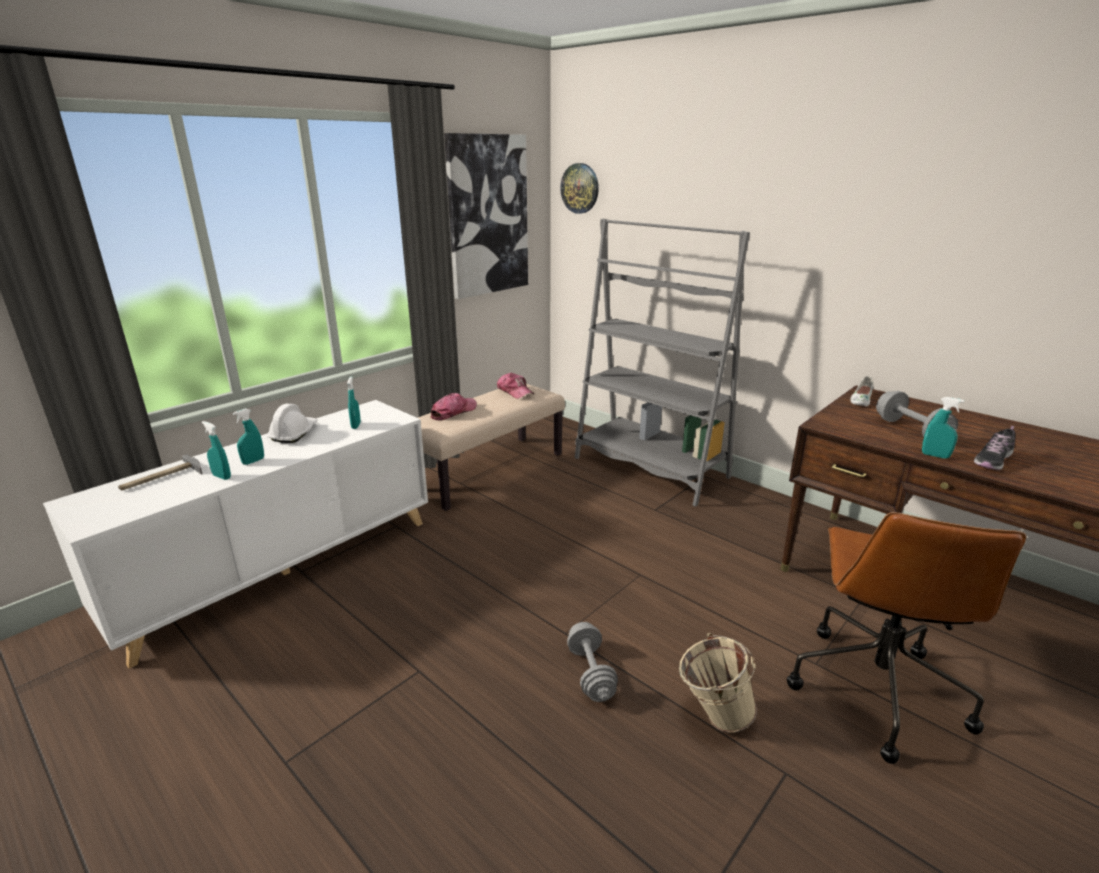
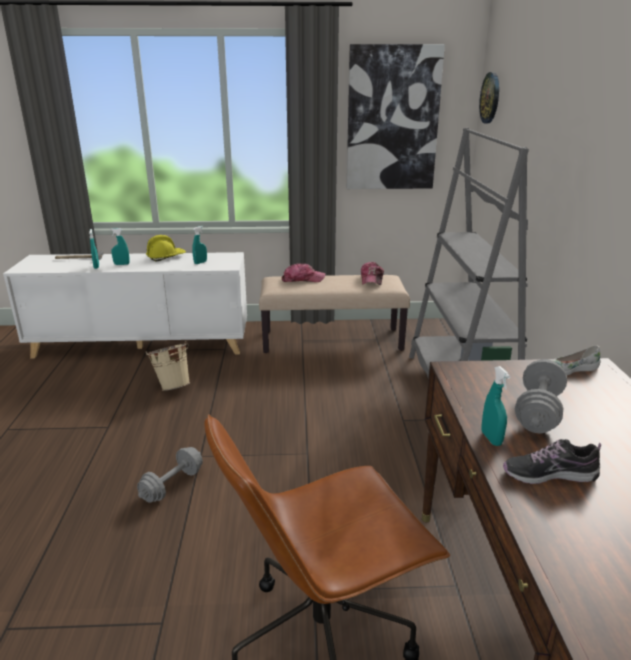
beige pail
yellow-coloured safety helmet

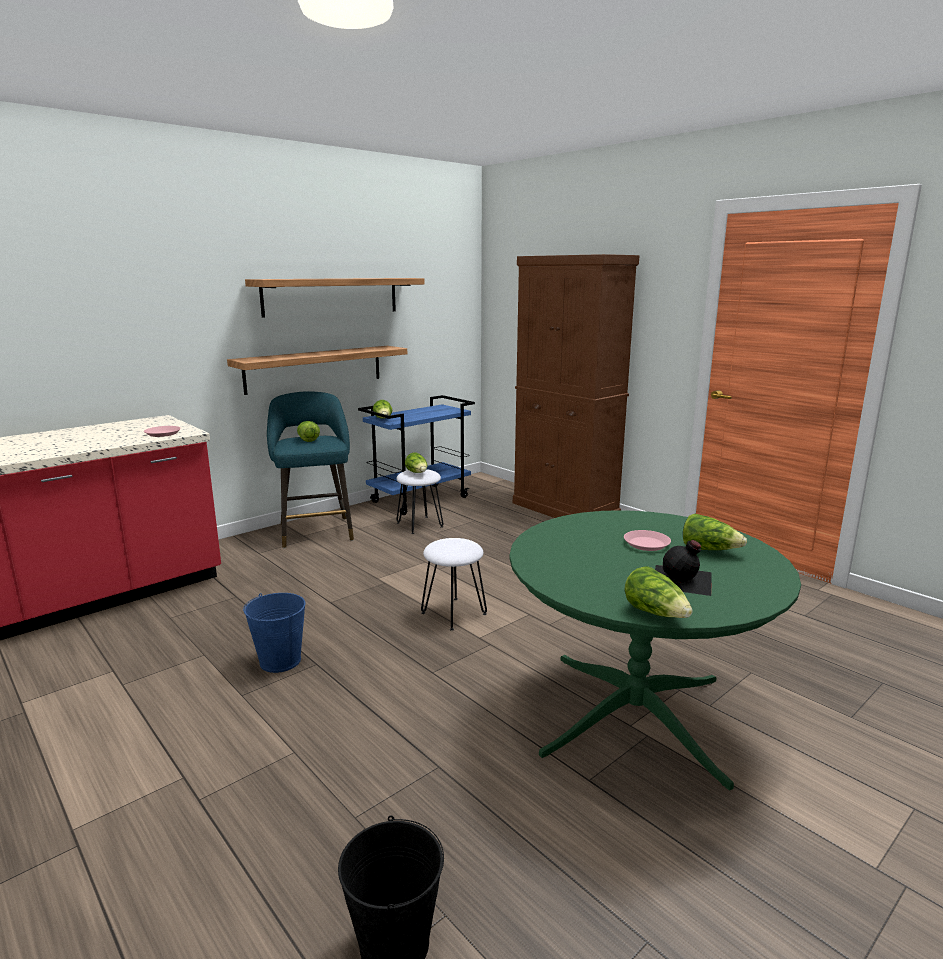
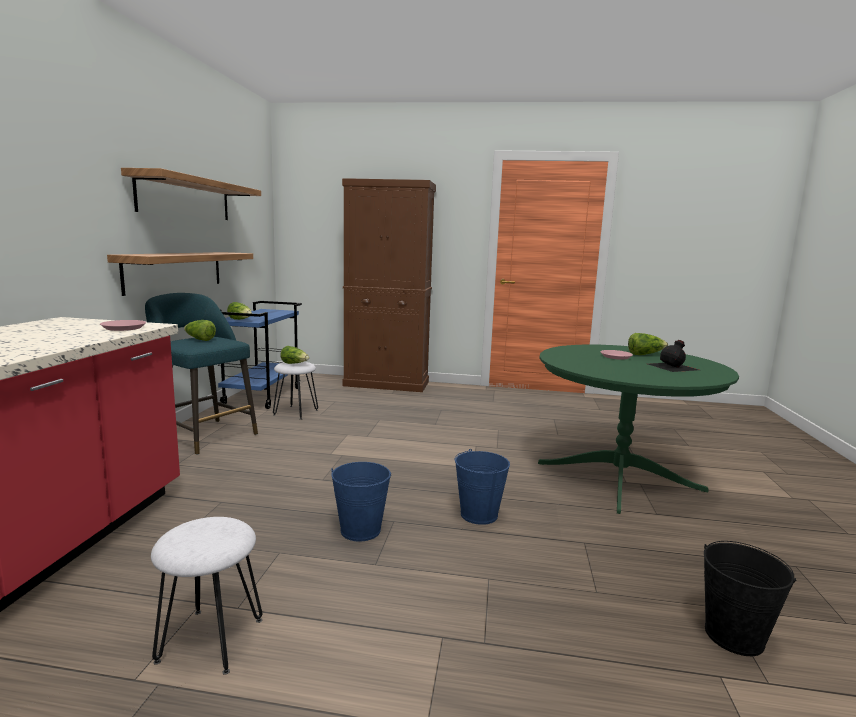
lettuce (4th from left in the first image)
bluish pail (2nd from left)
white stool seat (1st from left)

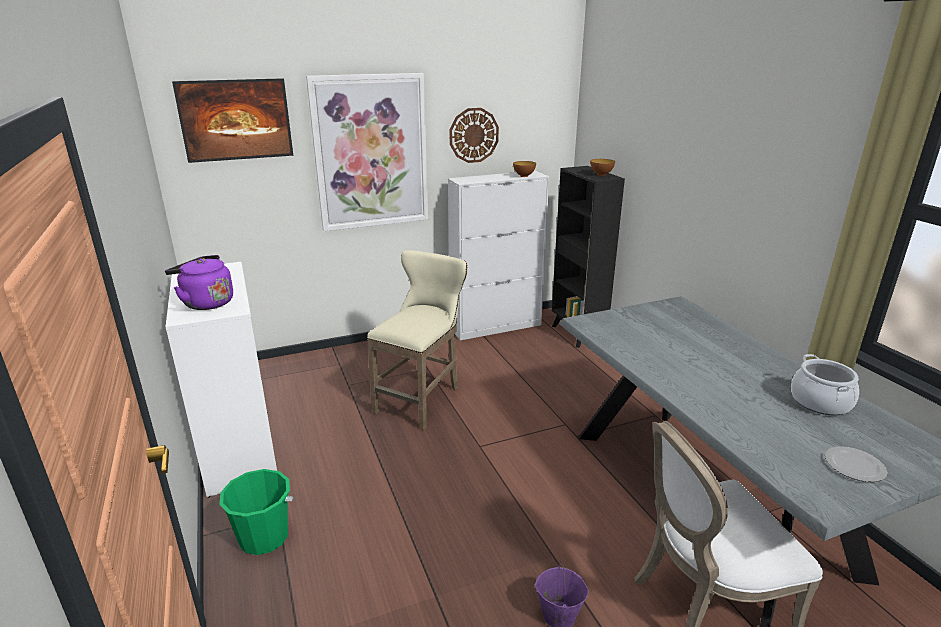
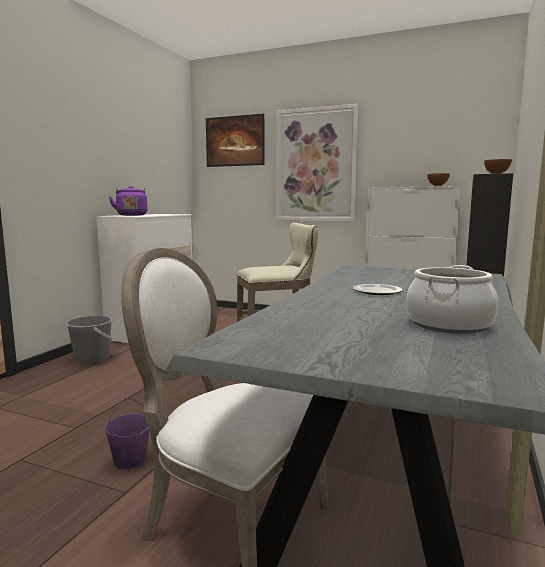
clock on the wall
plate
grey pail

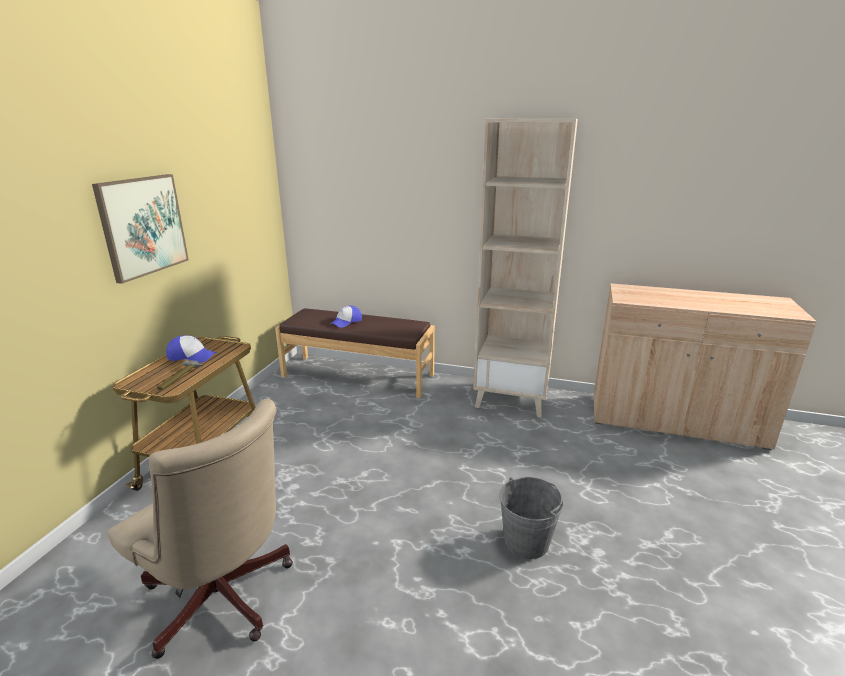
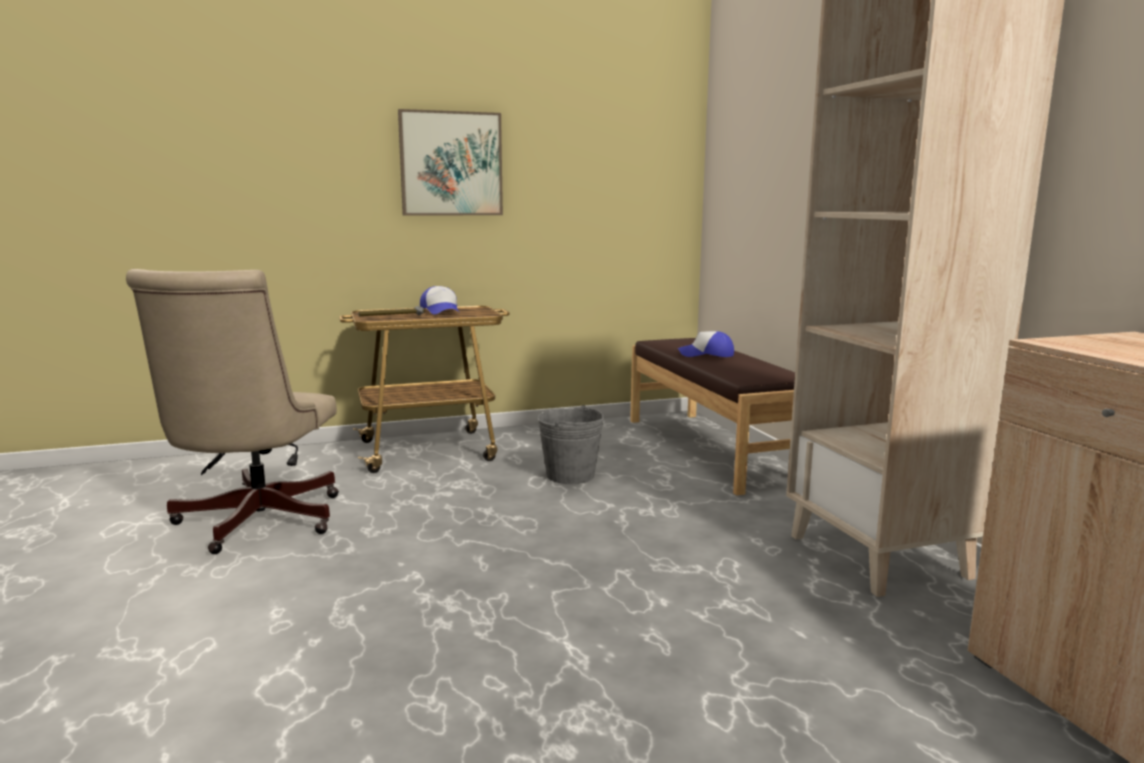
grey pail

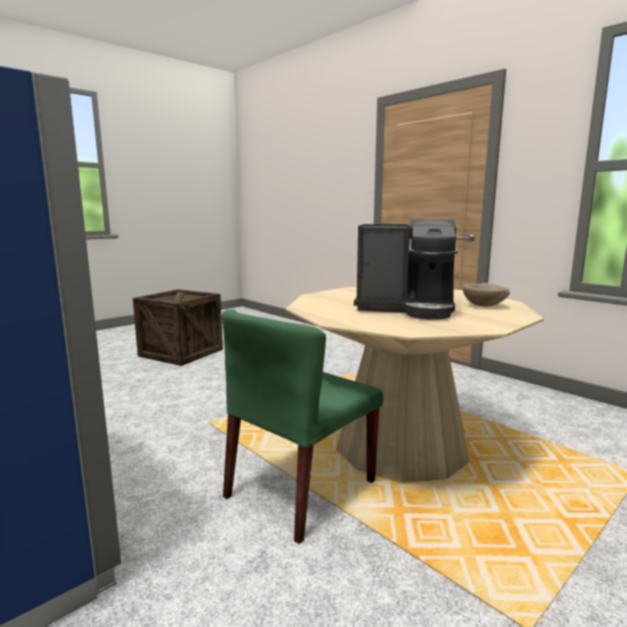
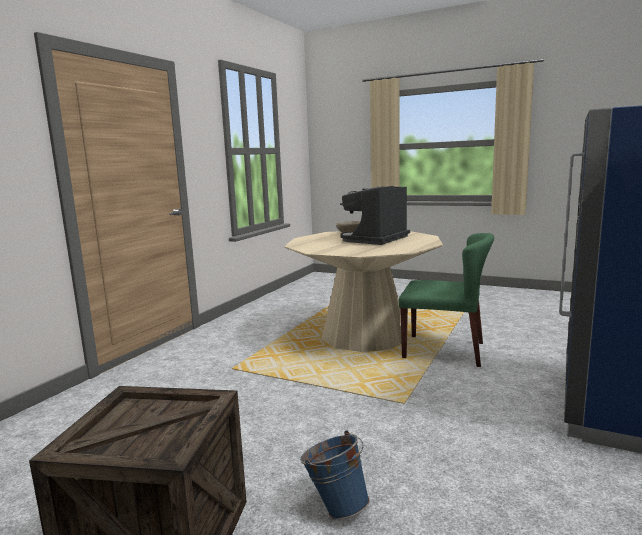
bluish pail
coffee brewer

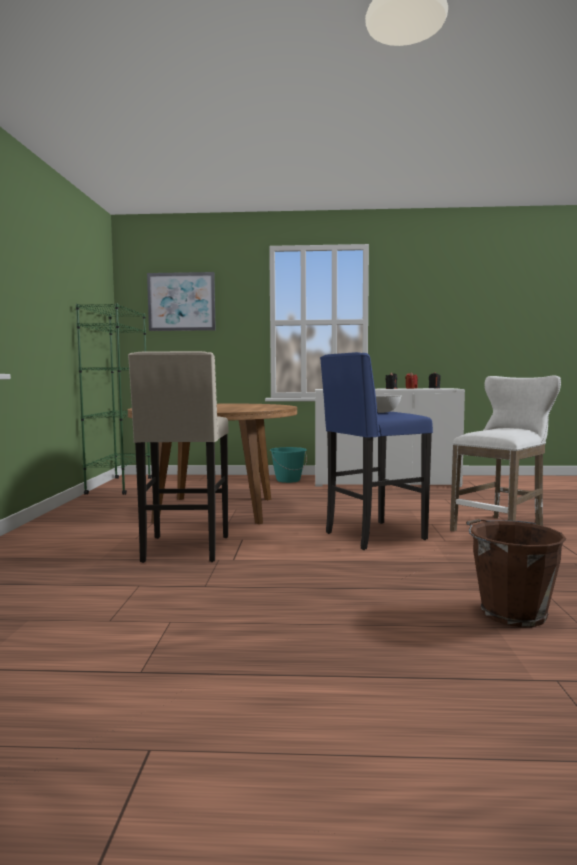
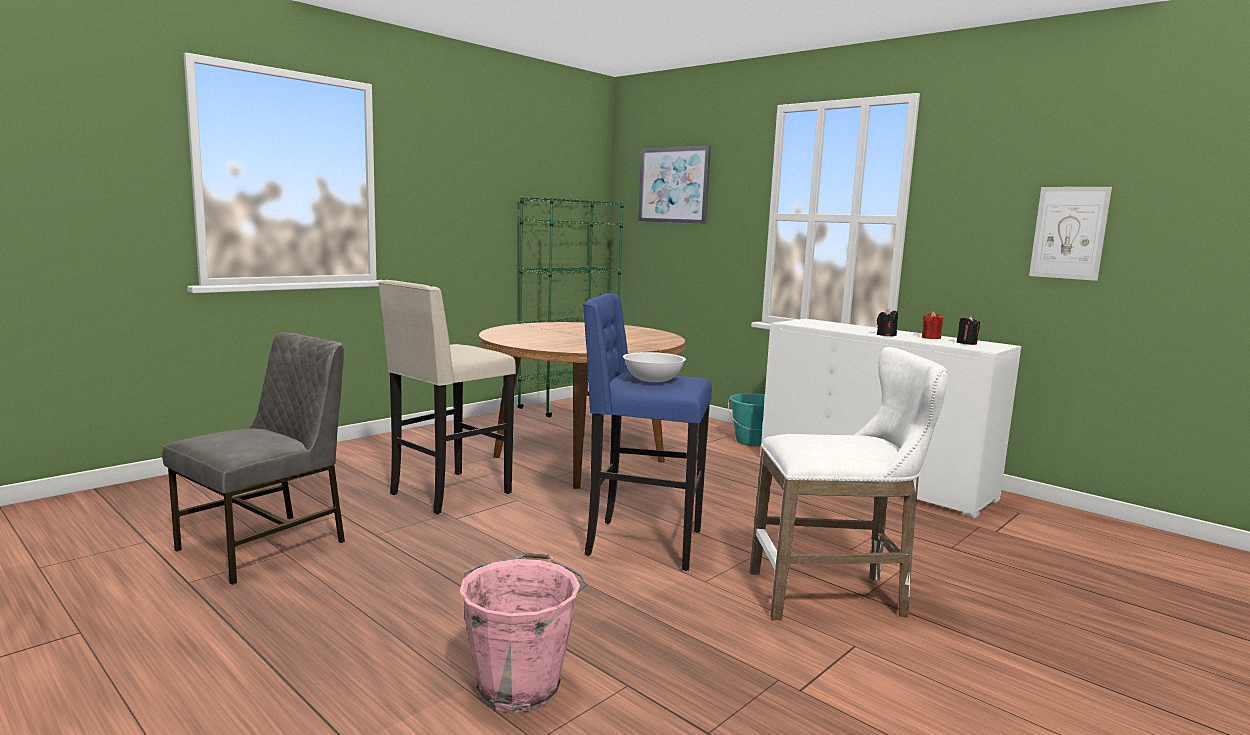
grey chair
wall art (2nd from left)
pink pail

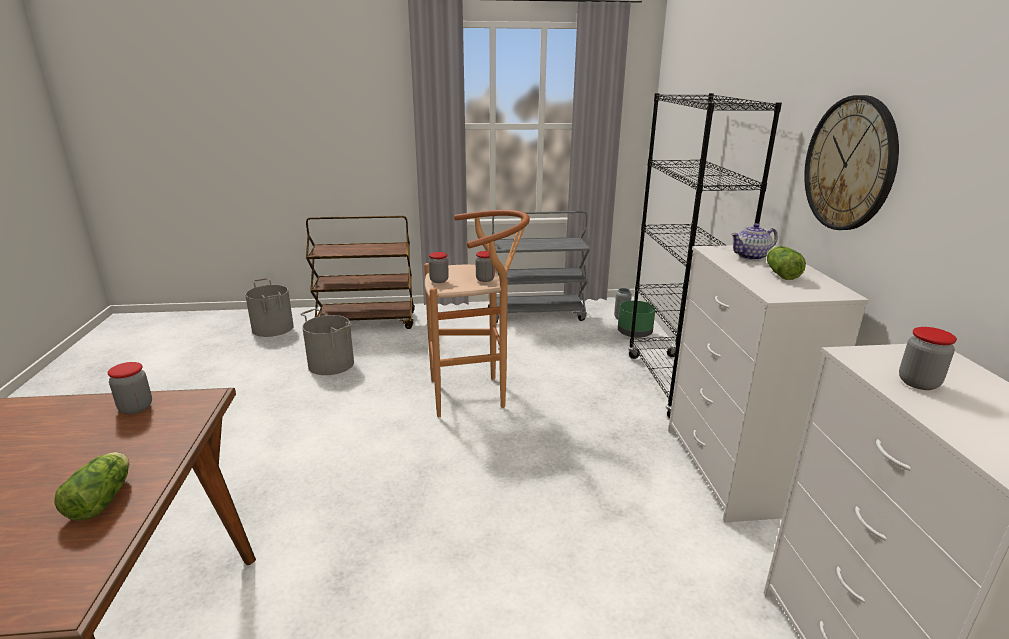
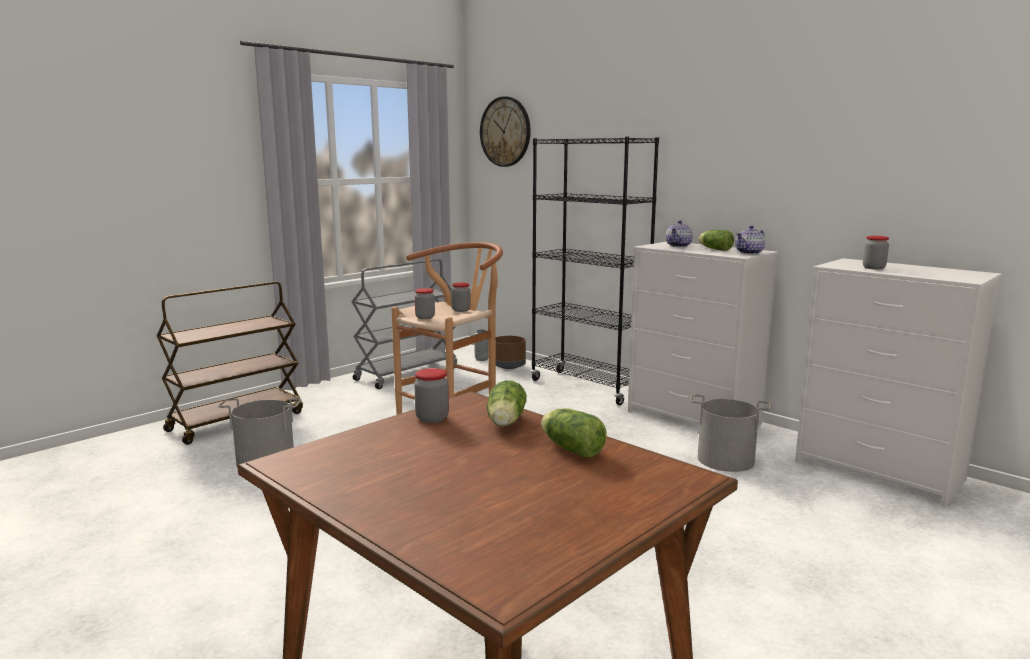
lettuce (1st from left)
tea pot (2nd from left)
grey pail (2nd from left)
clock on the wall
brown-coloured flower pot

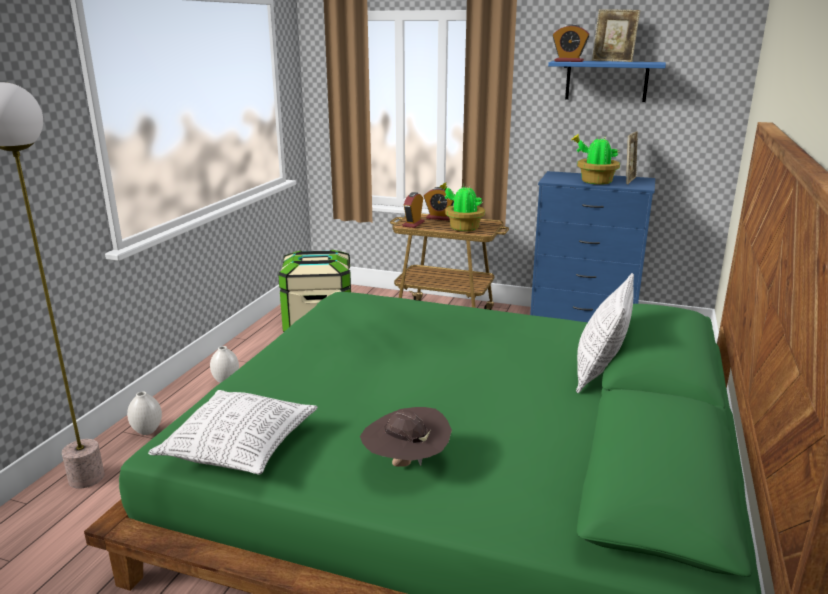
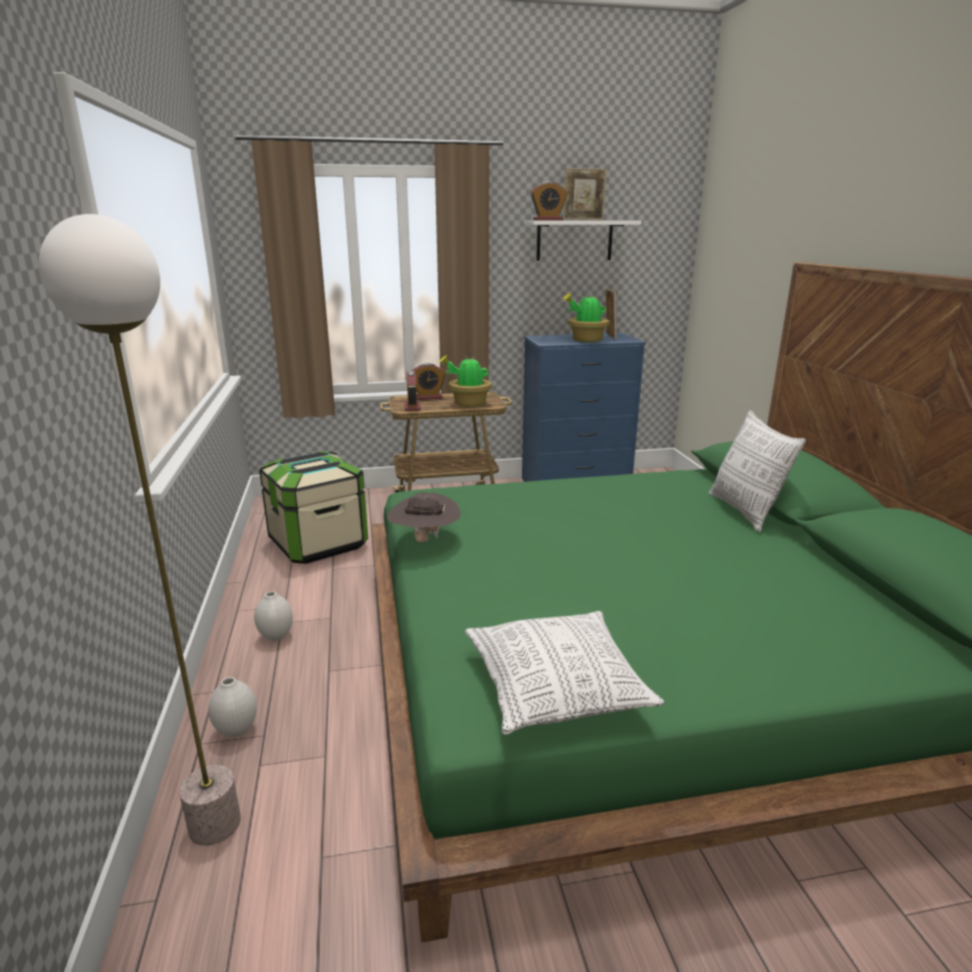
brown-coloured clothing hat
white shelf

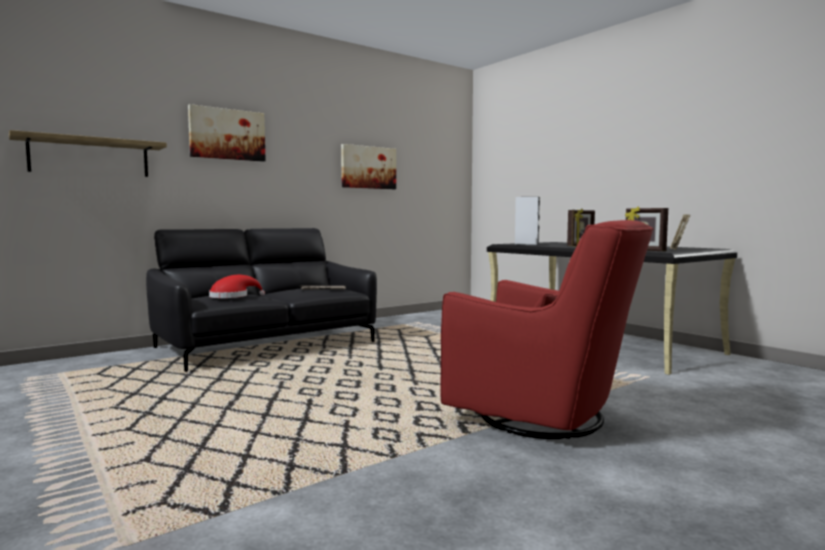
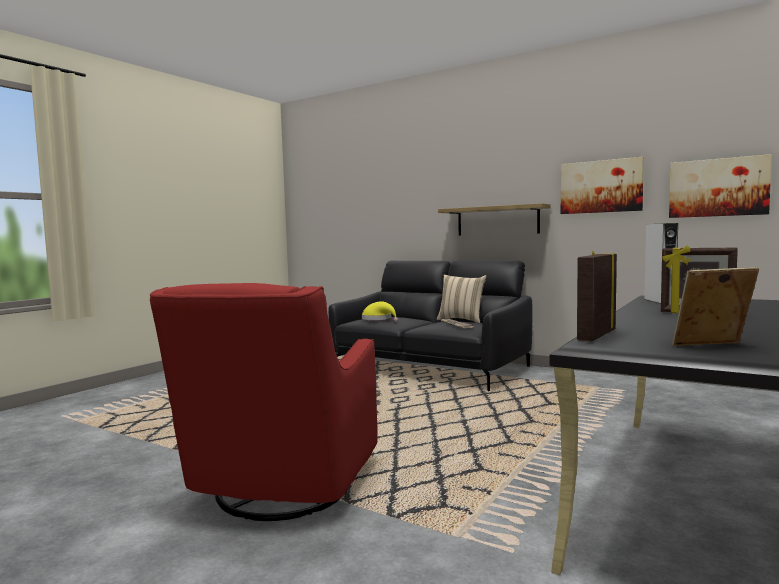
beige pillow
shelf
wall art (2nd from left)
yellow-coloured clothing hat

